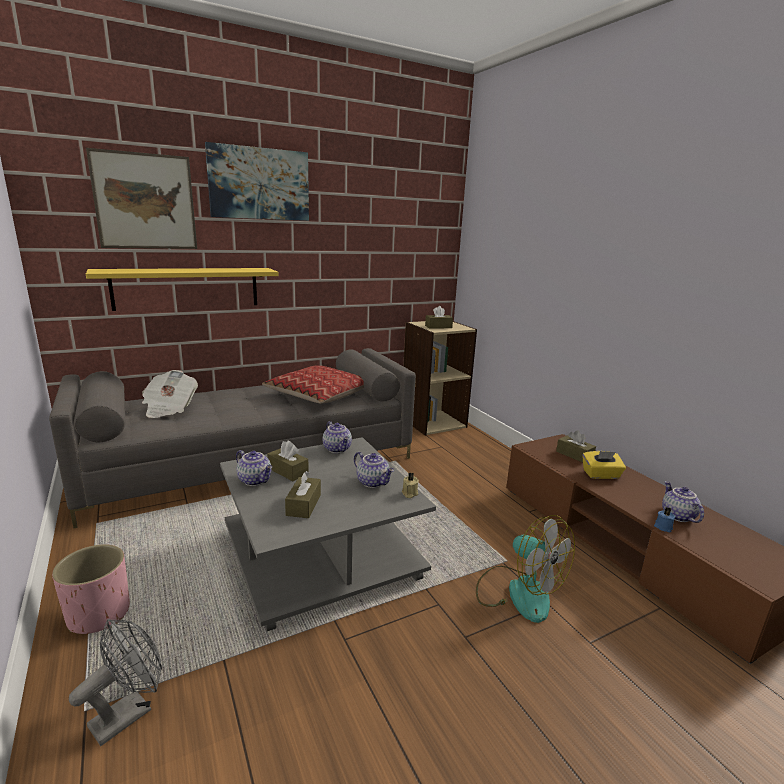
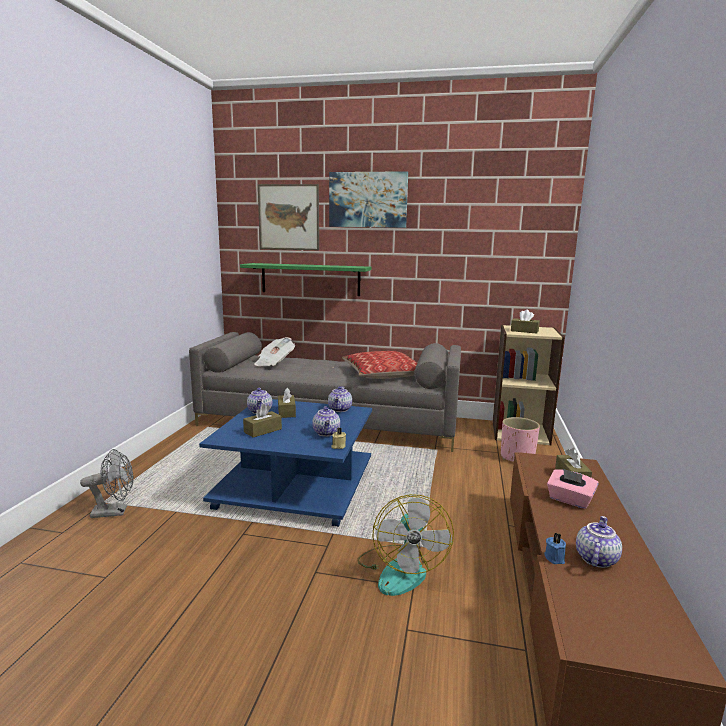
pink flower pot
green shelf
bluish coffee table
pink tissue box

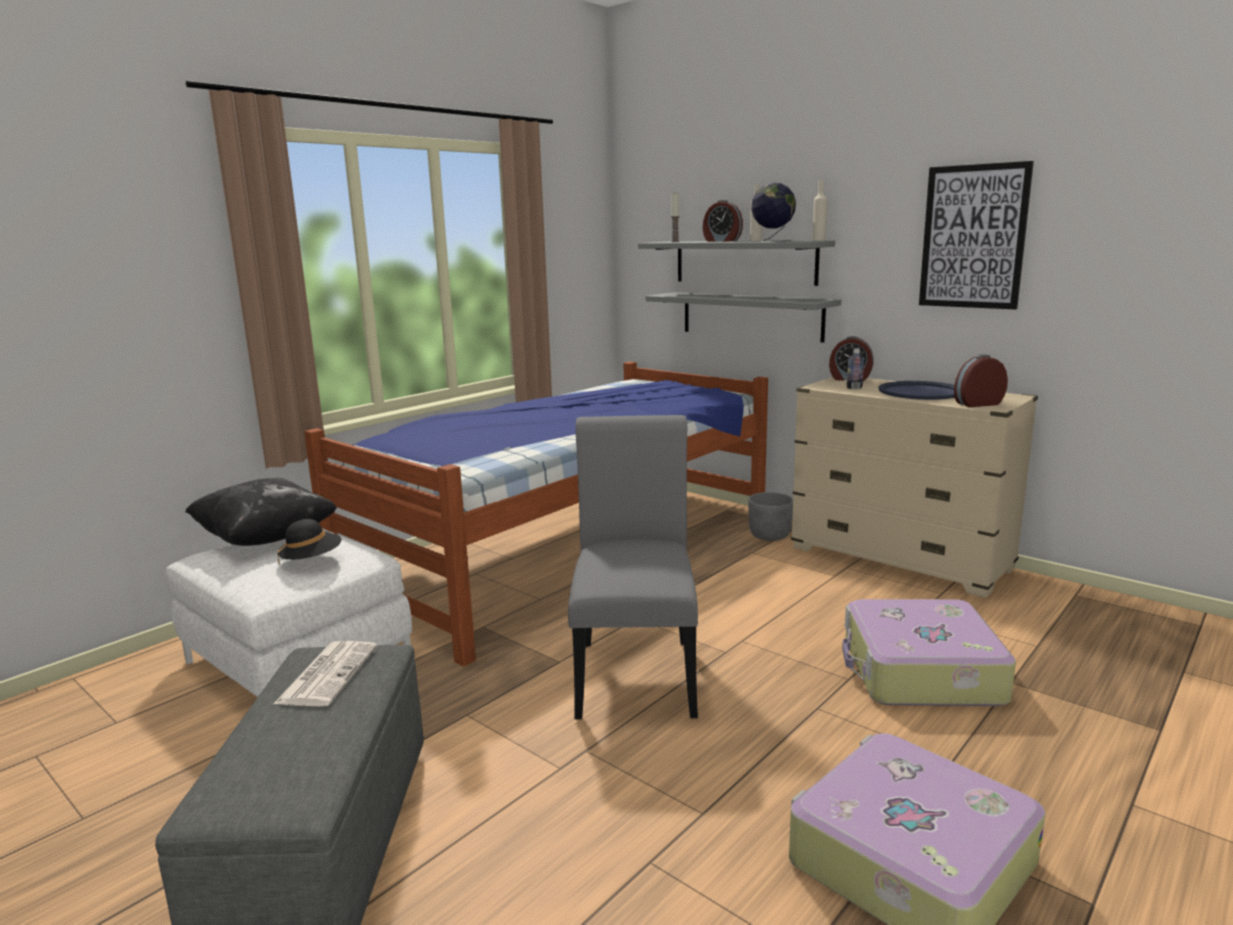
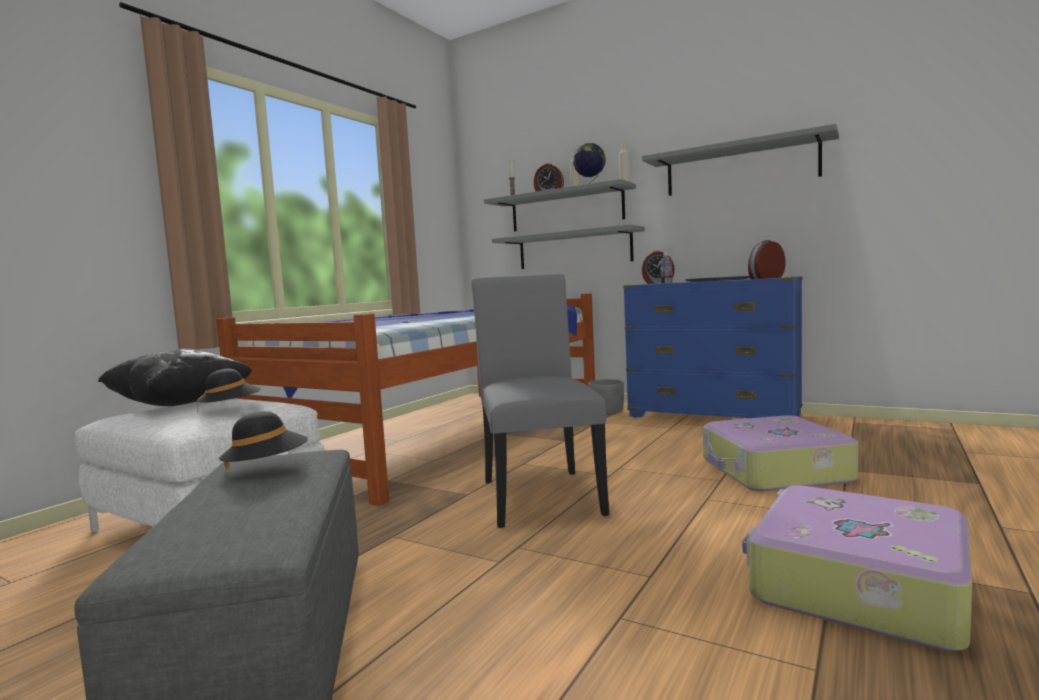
black-coloured clothing hat (2nd from left)
grey shelf (3rd from left)
bluish chest of drawers

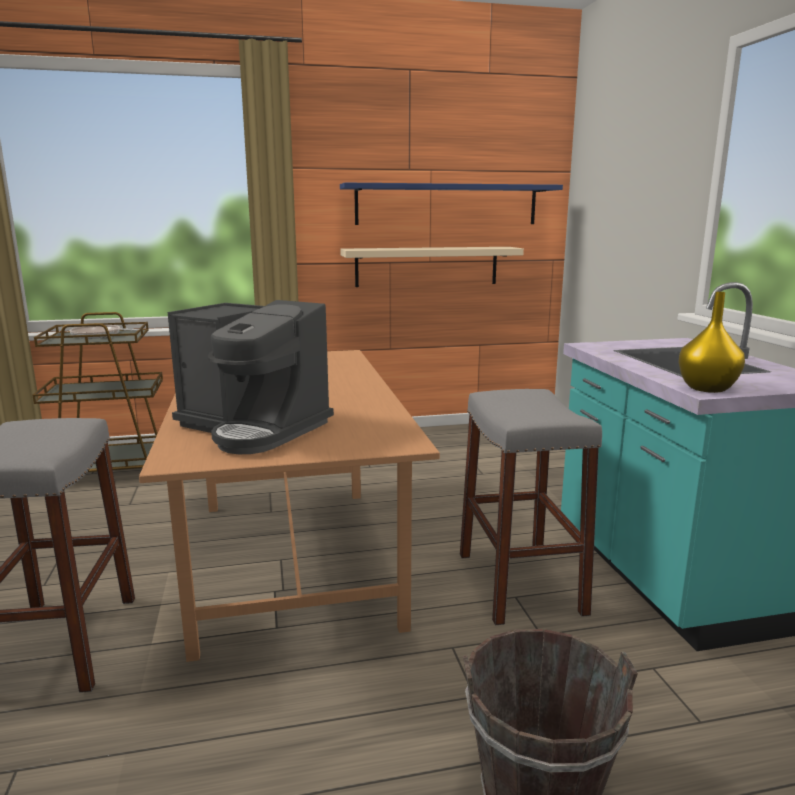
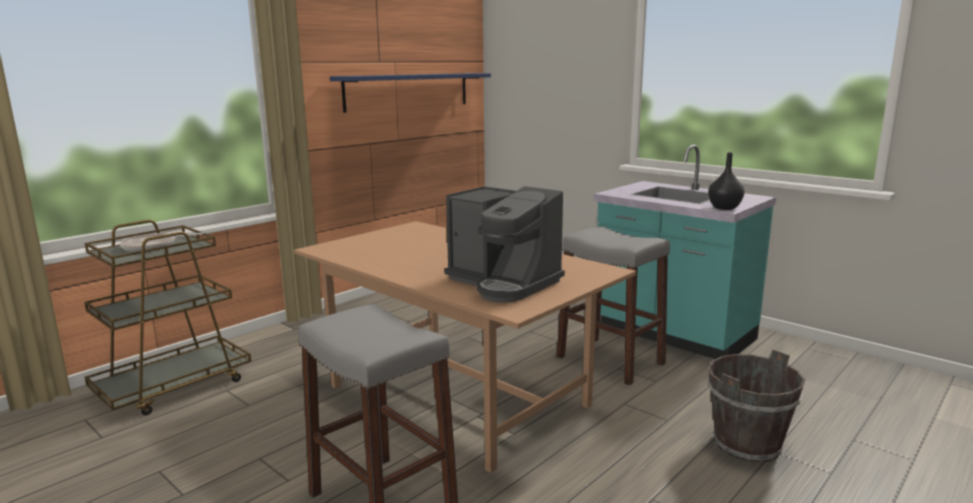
beige shelf
black-coloured decorative vase
coffee brewer

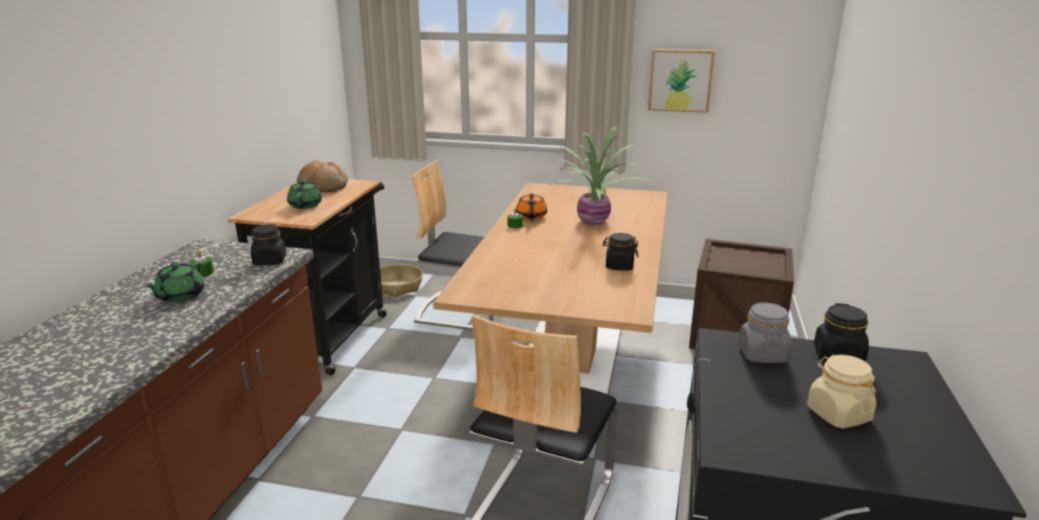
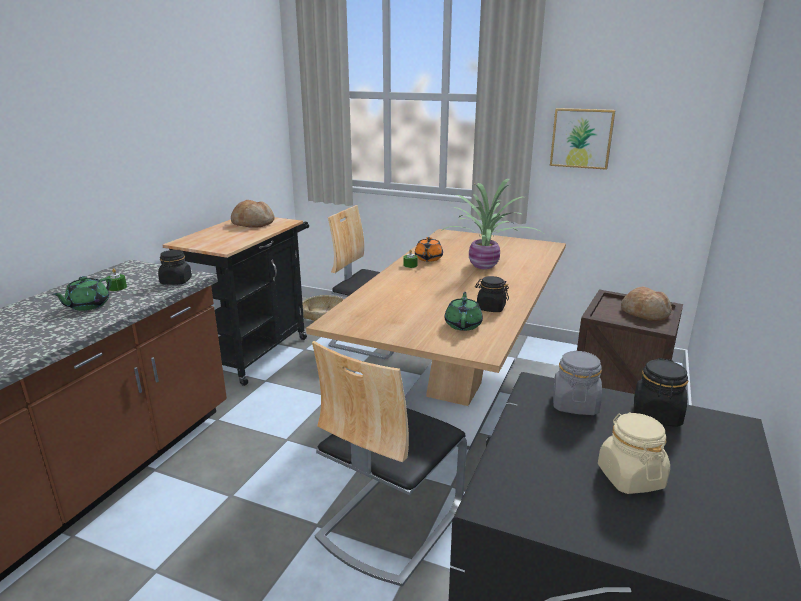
bakery bread (2nd from left)
green tea pot (2nd from left)

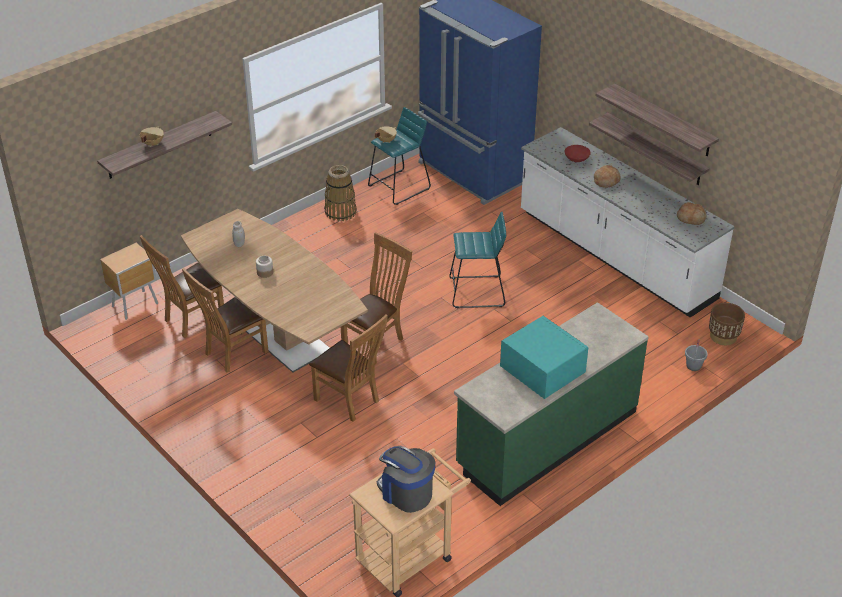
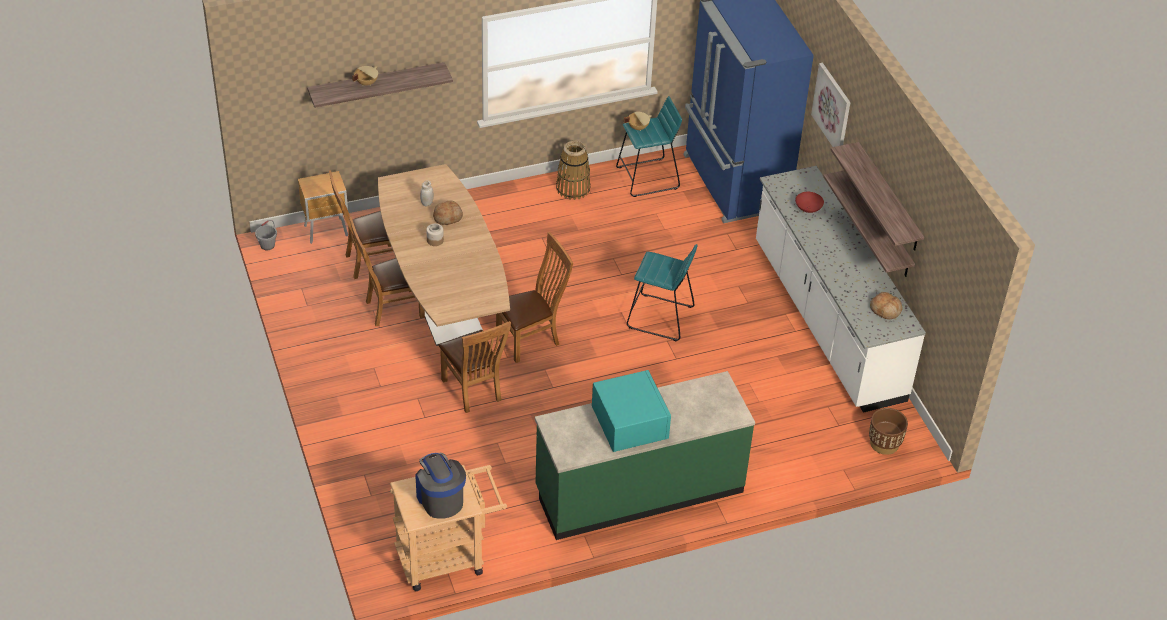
wall art
bakery bread (1st from left)
grey pail

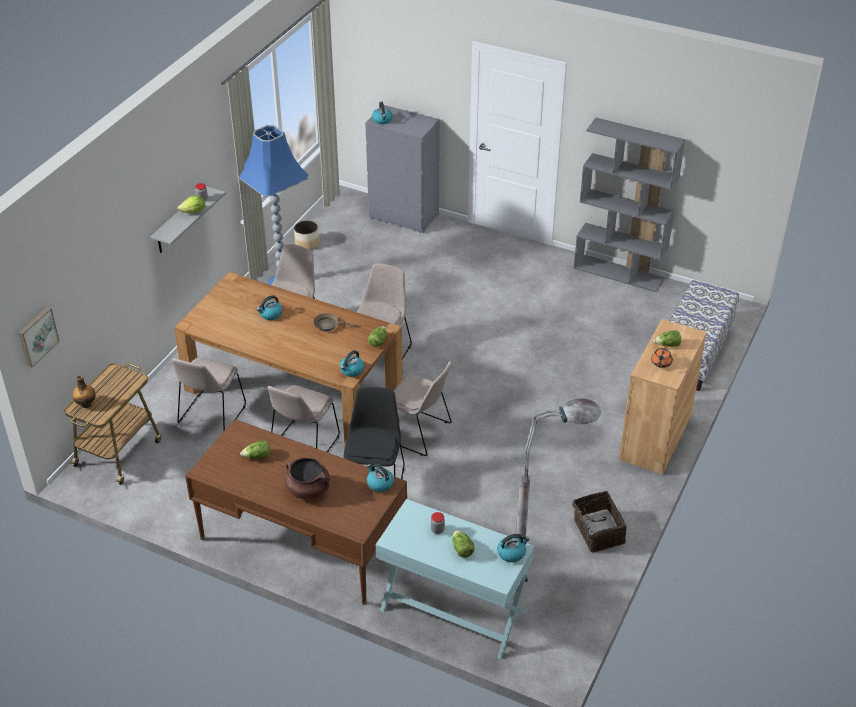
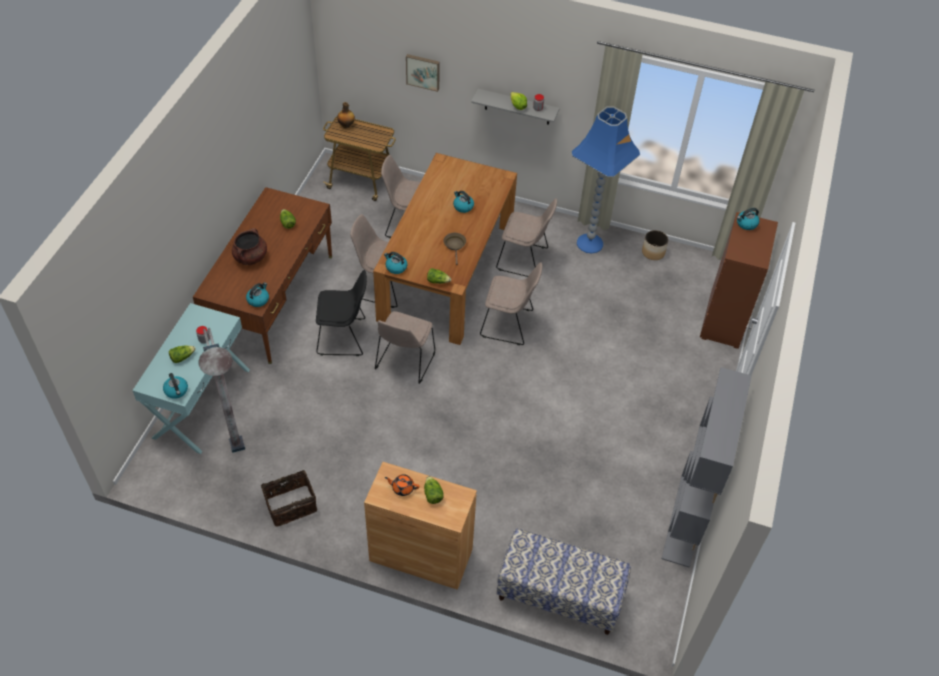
wall art
brown-coloured chest of drawers

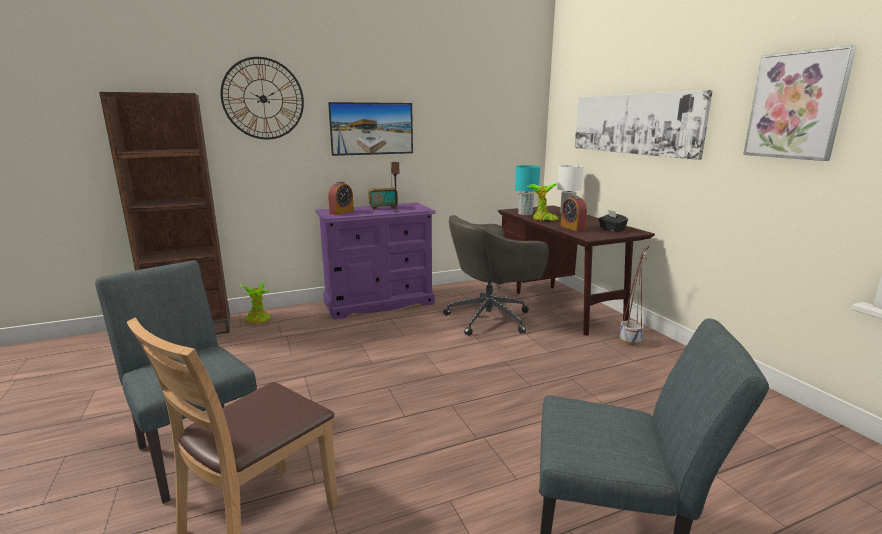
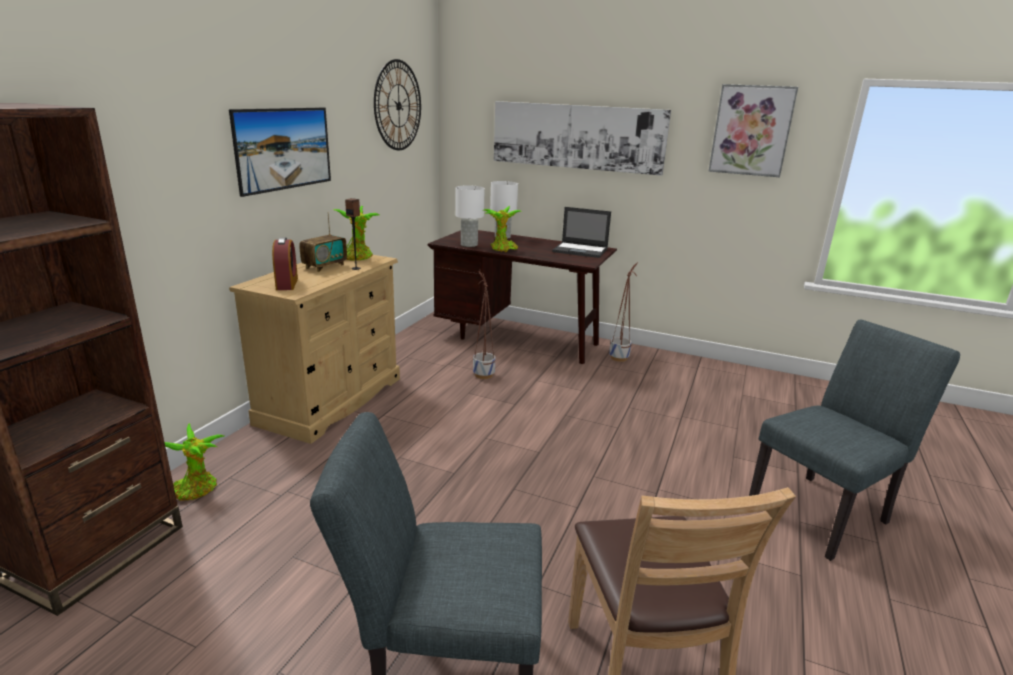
alarm clock (2nd from left in the first image)
plant in a pot (2nd from left)
clock on the wall
flower pot (1st from left)
portable computer
beige chest of drawers
white tabletop lamp (1st from left)

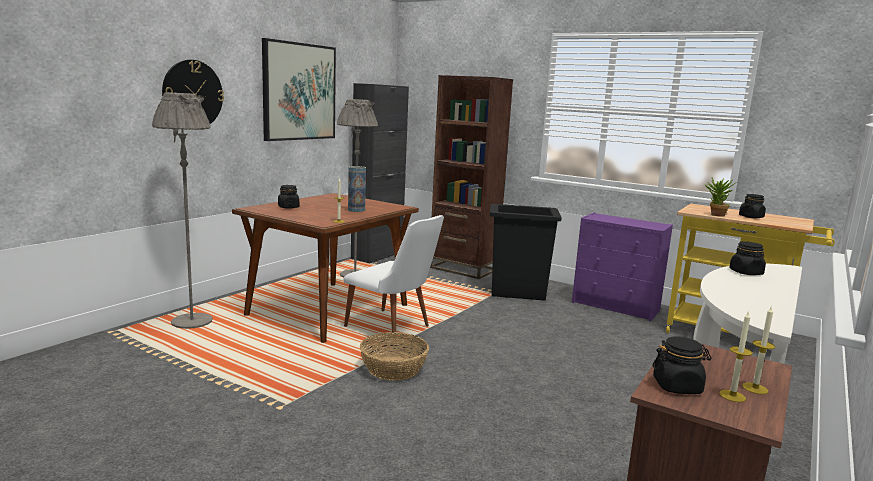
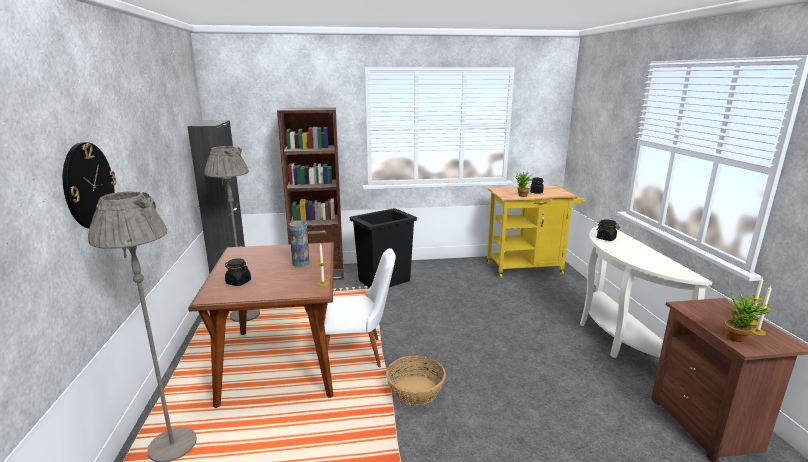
wall art
purple-coloured chest of drawers
plant in a pot (2nd from left)

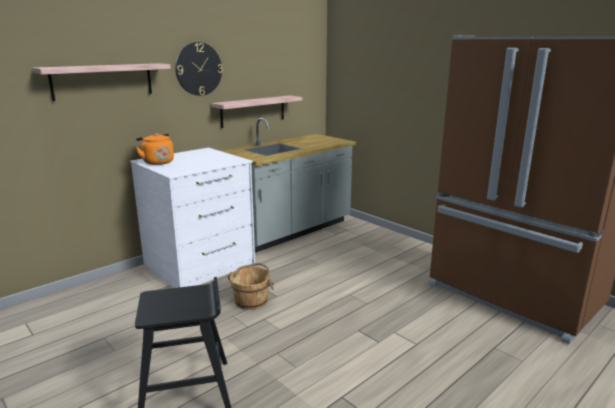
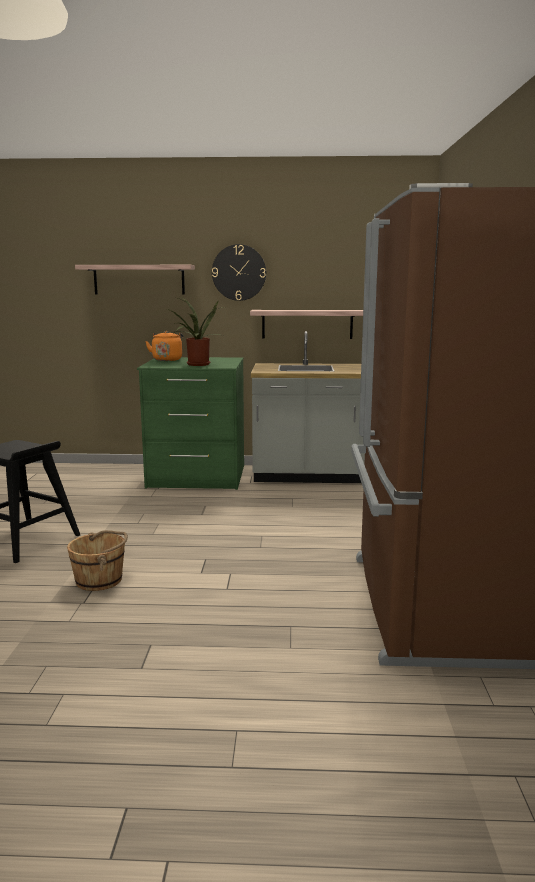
plant in a pot
brown-coloured pail
green chest of drawers

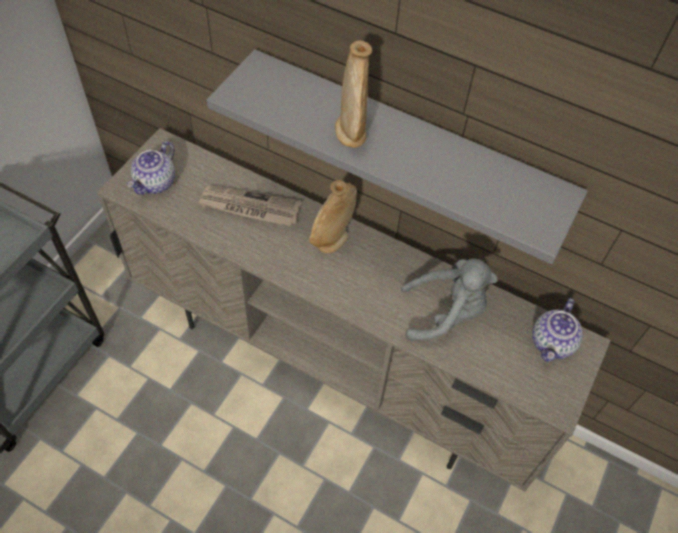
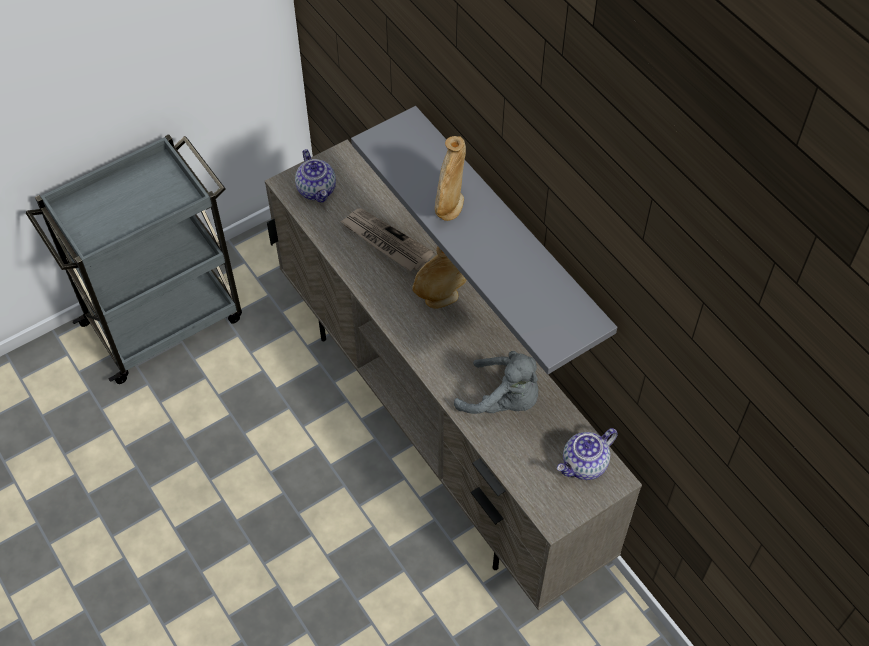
tea pot (1st from left)

